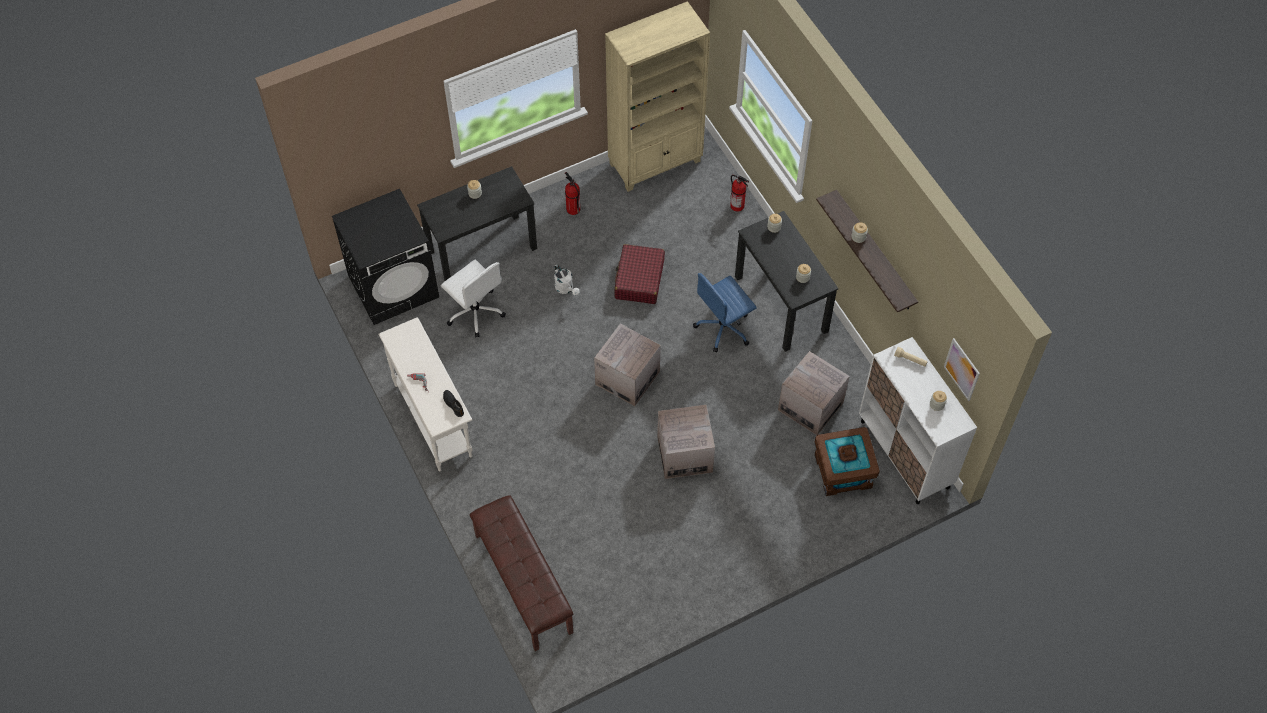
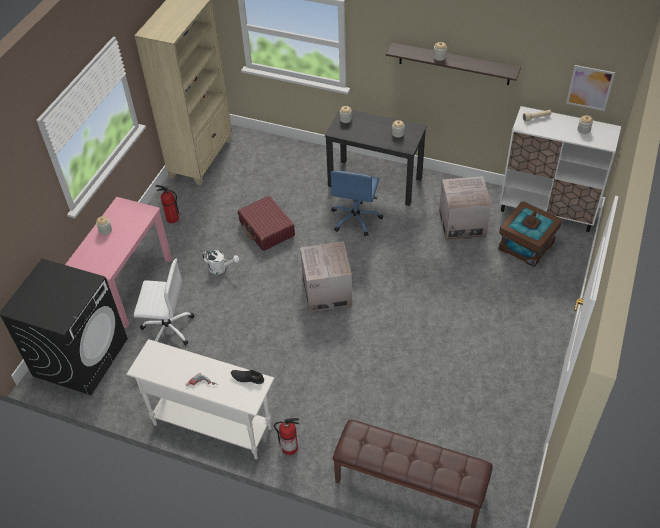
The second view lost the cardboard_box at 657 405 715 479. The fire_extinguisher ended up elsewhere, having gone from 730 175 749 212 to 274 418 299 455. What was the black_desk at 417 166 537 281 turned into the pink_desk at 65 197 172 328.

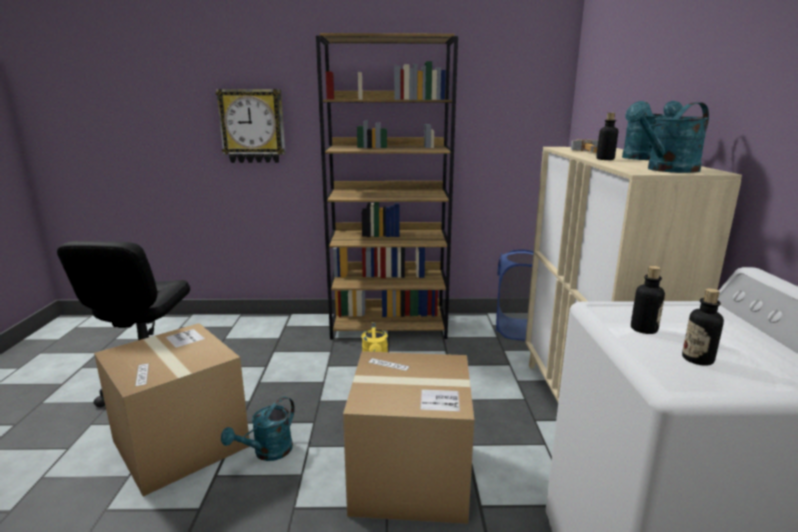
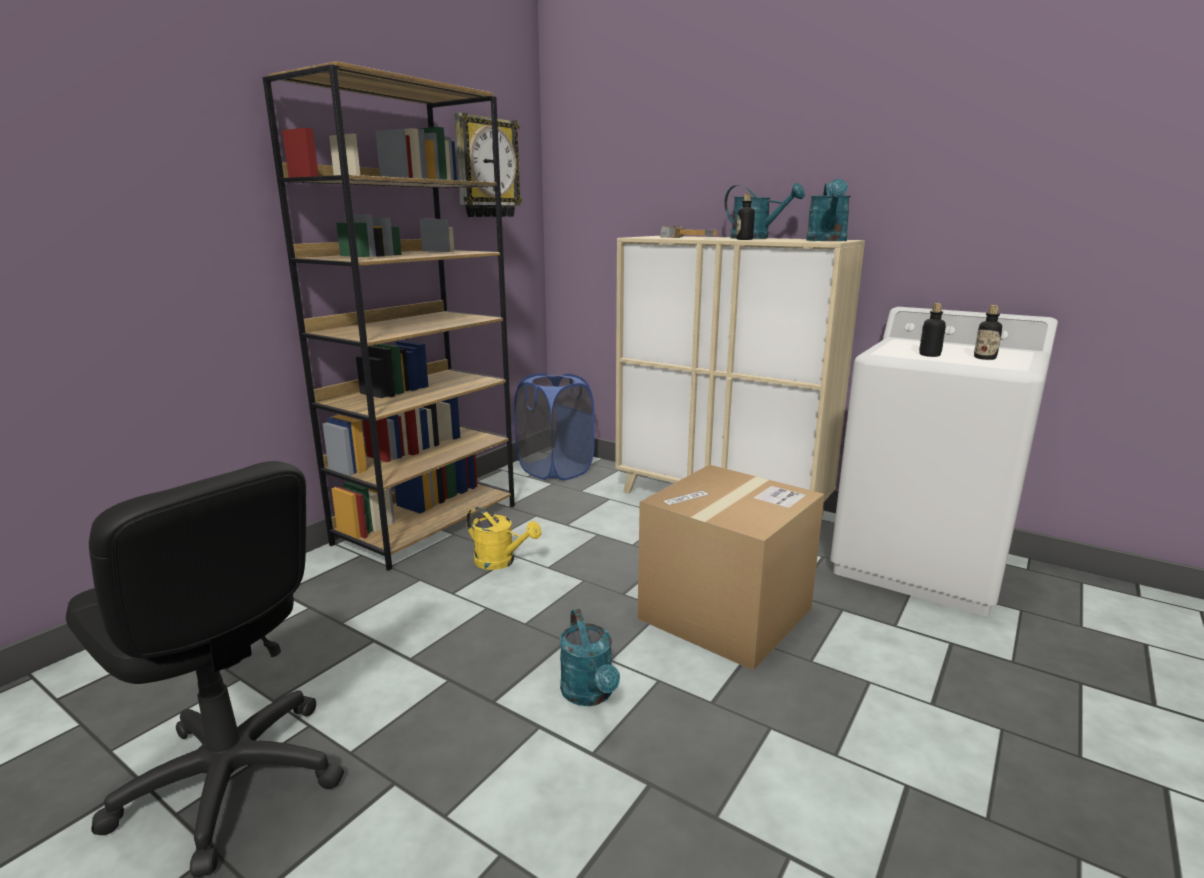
The second view lost the cardboard_box at 94 323 250 497. The wall_clock ended up elsewhere, having gone from 216 89 285 163 to 454 112 522 217.

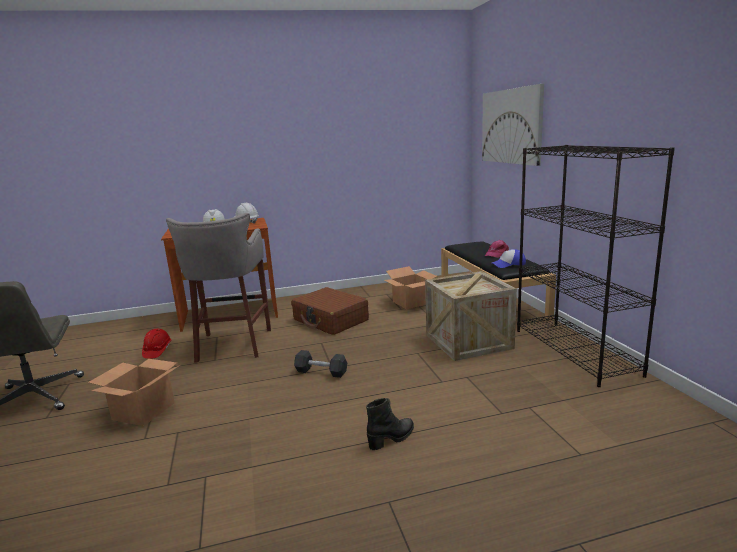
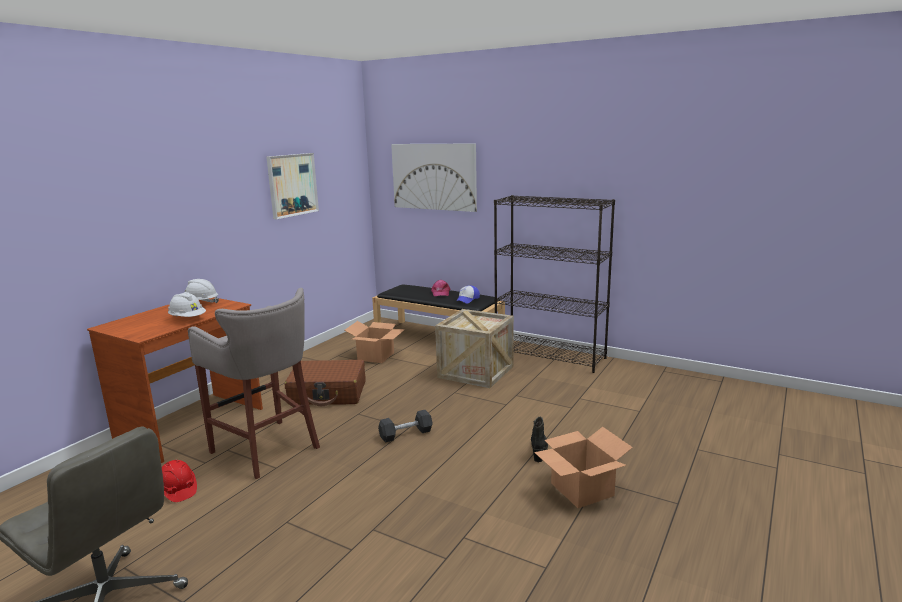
The second view gained the picture at 266 153 319 219. The cardboard_box ended up elsewhere, having gone from 88 359 180 426 to 534 427 633 508.

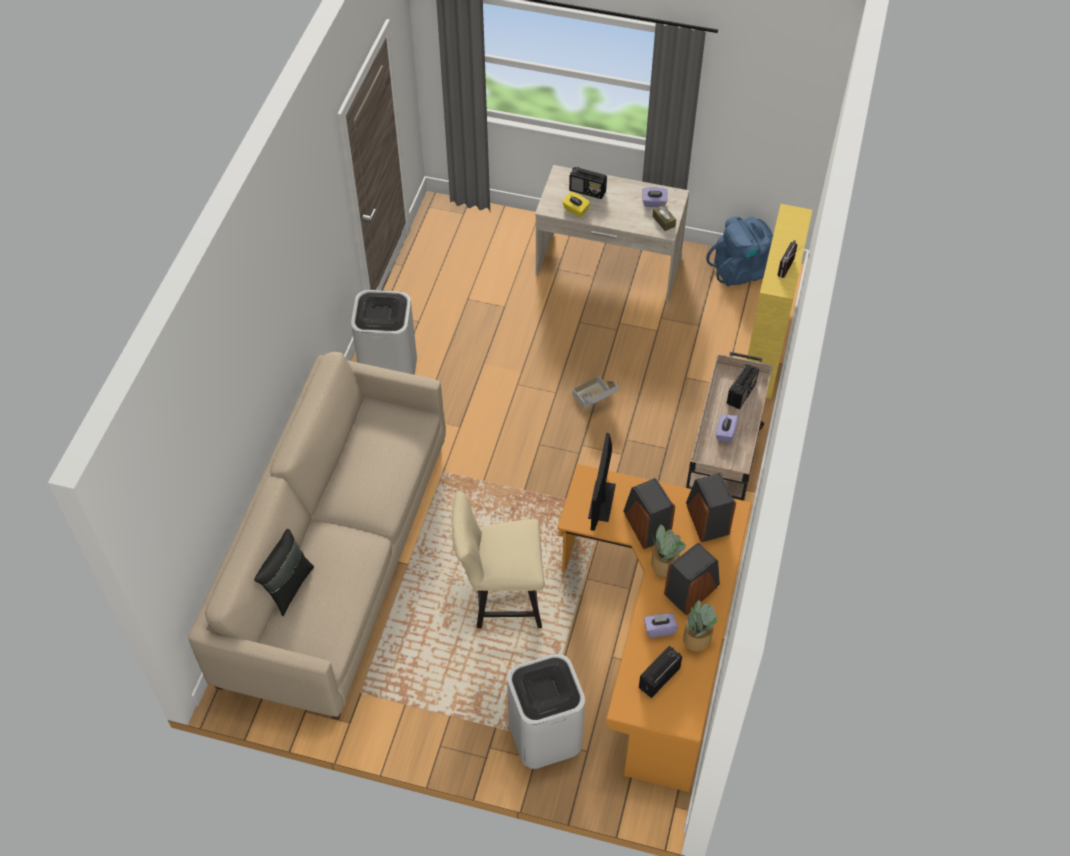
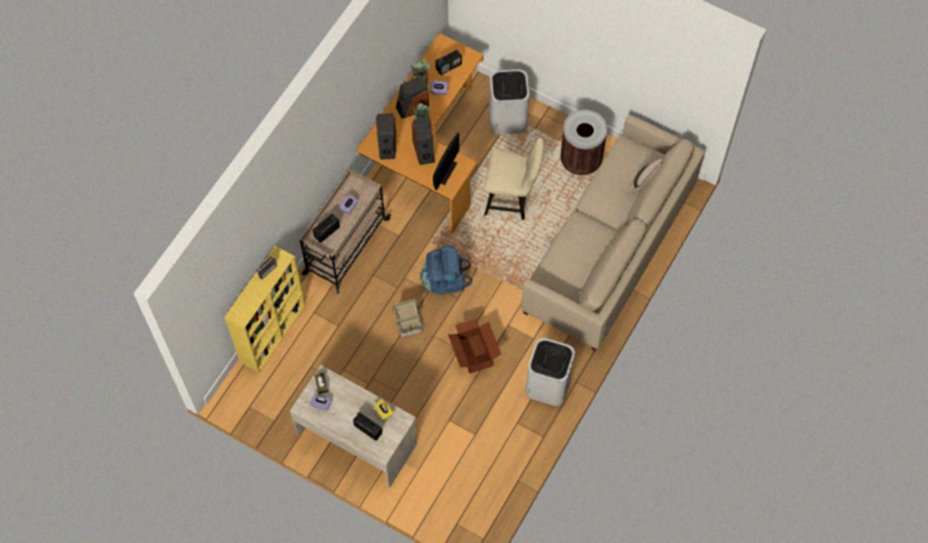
The second view gained the cardboard_box at 448 319 501 373. The second view gained the brown_trash_can at 560 109 607 175. The blue_backpack ended up elsewhere, having gone from 706 216 773 287 to 420 245 472 295. What was the black_pillow at 254 529 314 616 turned into the beige_pillow at 626 158 664 195.

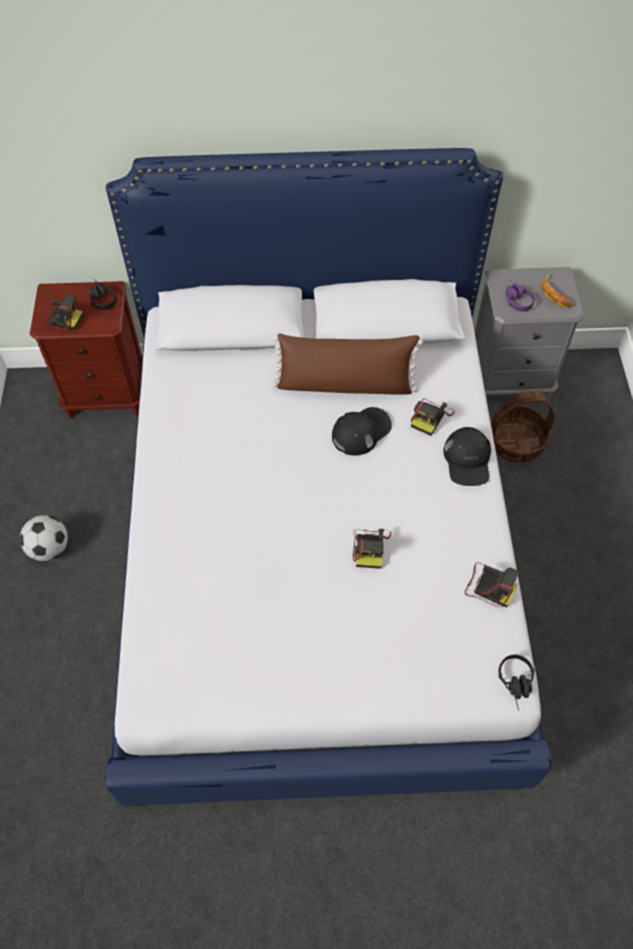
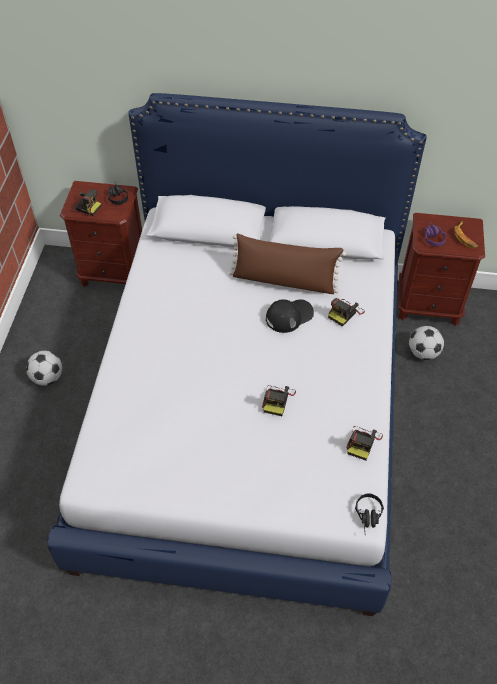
The second view lost the black_cap at 444 427 491 486. Where the basket stood at 491 391 554 463, the football came to stand at 409 326 444 360. What was the grey_nightstand at 475 267 585 400 turned into the brown_nightstand at 398 213 485 326. The photo_camera at 465 563 519 608 ended up facing another way, 75 degrees clockwise from before.

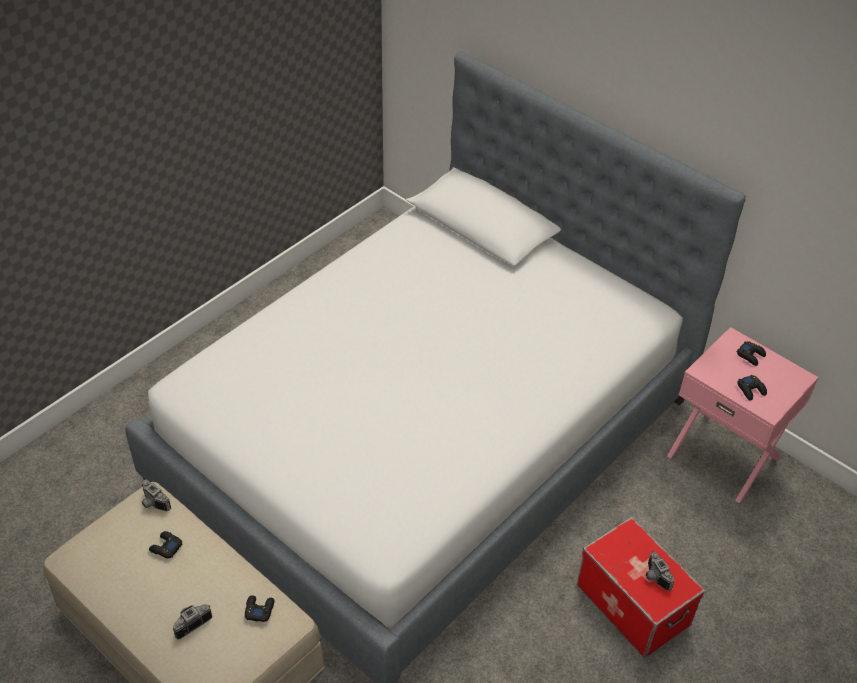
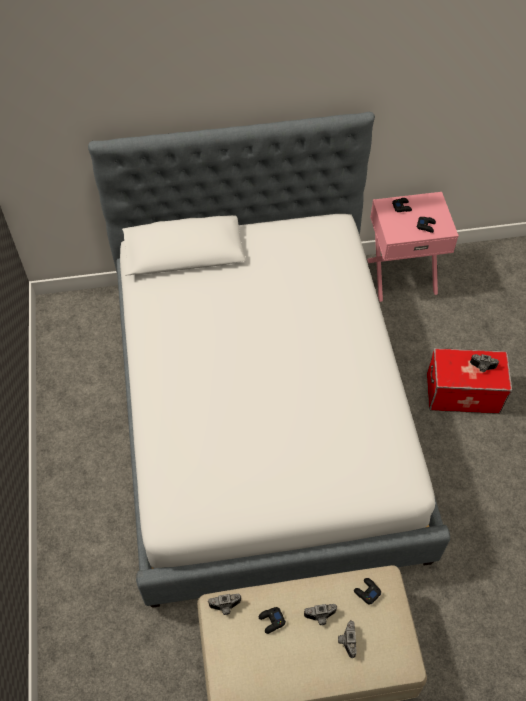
The second view gained the photo_camera at 304 604 338 625.

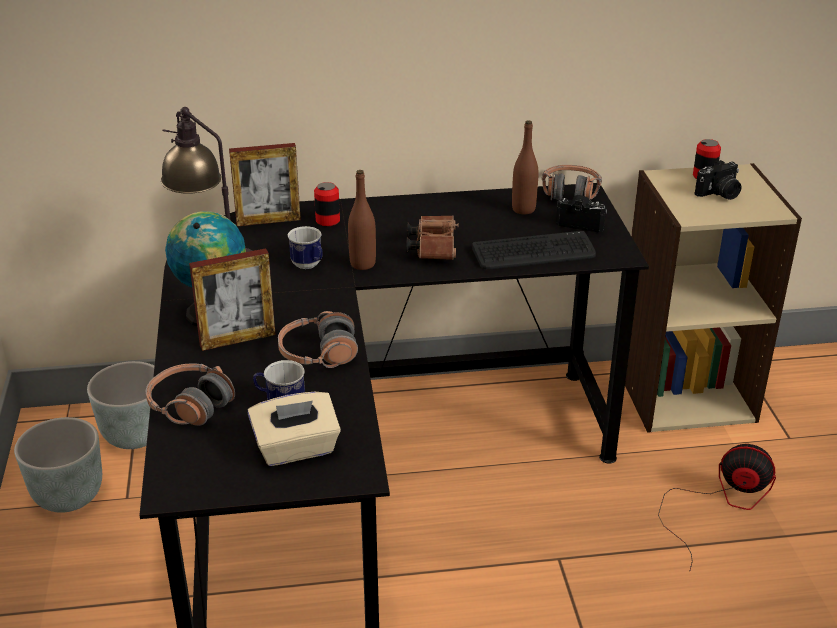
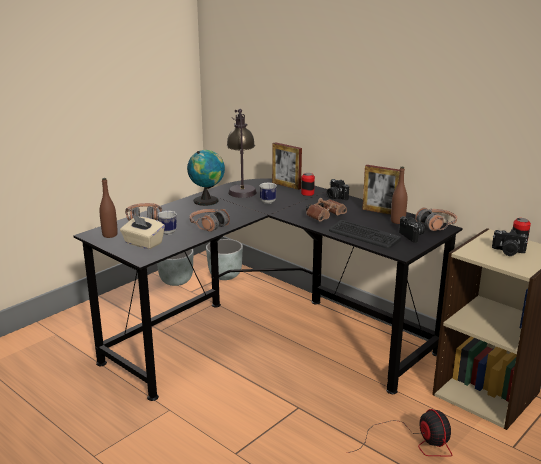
The second view gained the photo_camera at 327 179 349 200. The picture_frame ended up elsewhere, having gone from 189 248 276 351 to 362 165 400 215. The brown_bottle ended up elsewhere, having gone from 348 170 376 270 to 99 178 118 238.

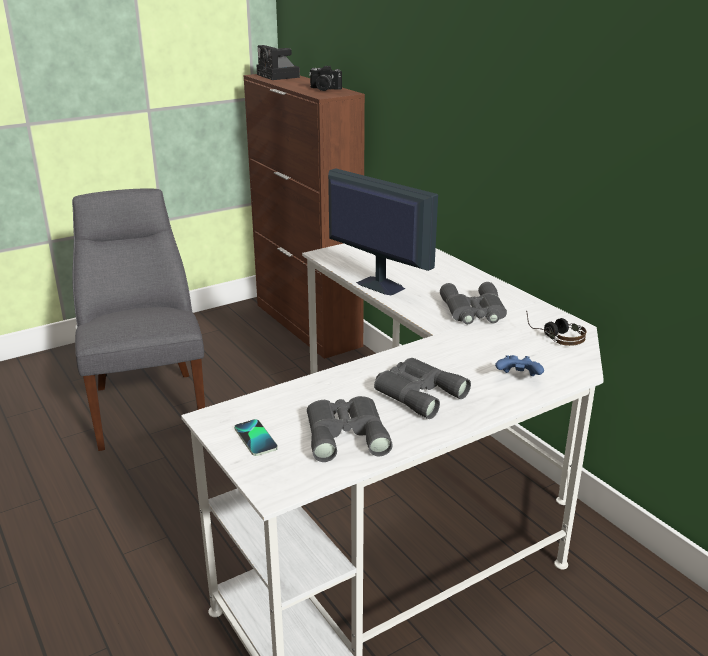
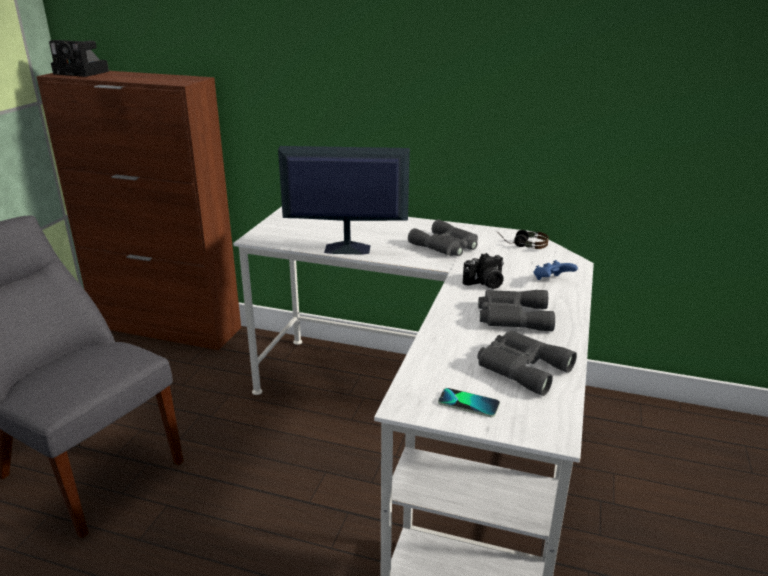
The photo_camera ended up elsewhere, having gone from 309 65 342 91 to 463 253 504 289.

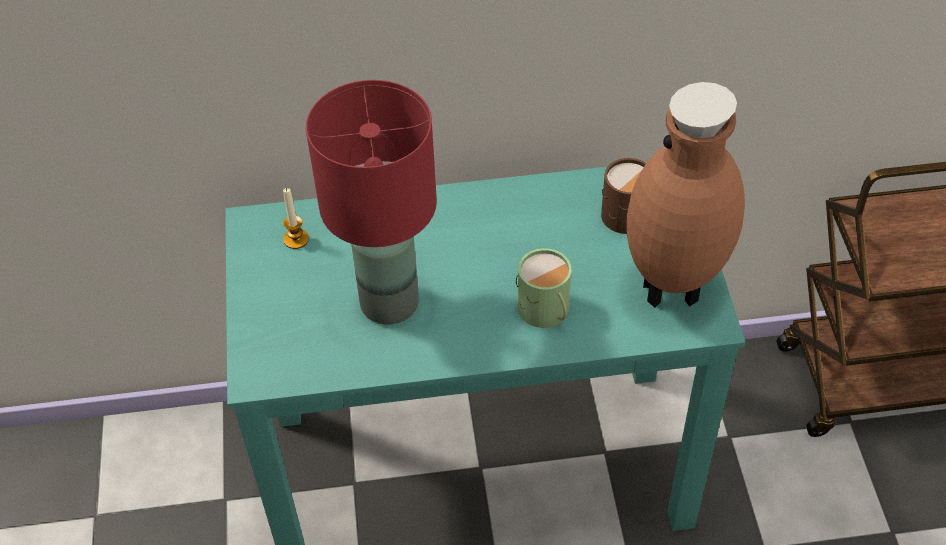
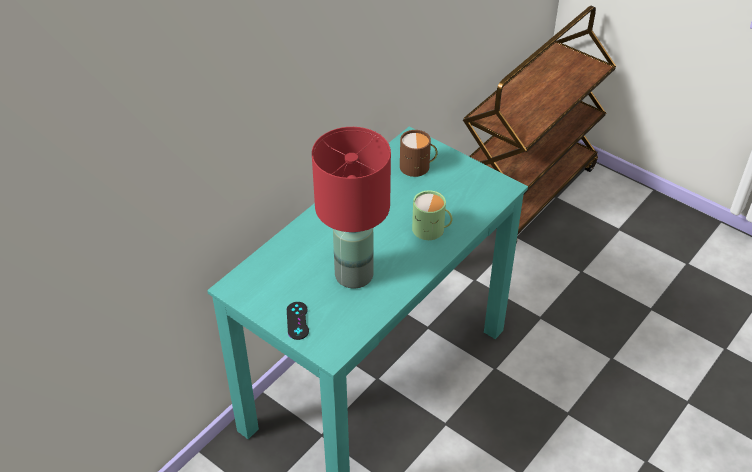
The second view lost the candle at 283 188 309 249. The second view lost the brown_vase at 627 82 745 308. The second view gained the black_game_controller at 287 302 309 340.

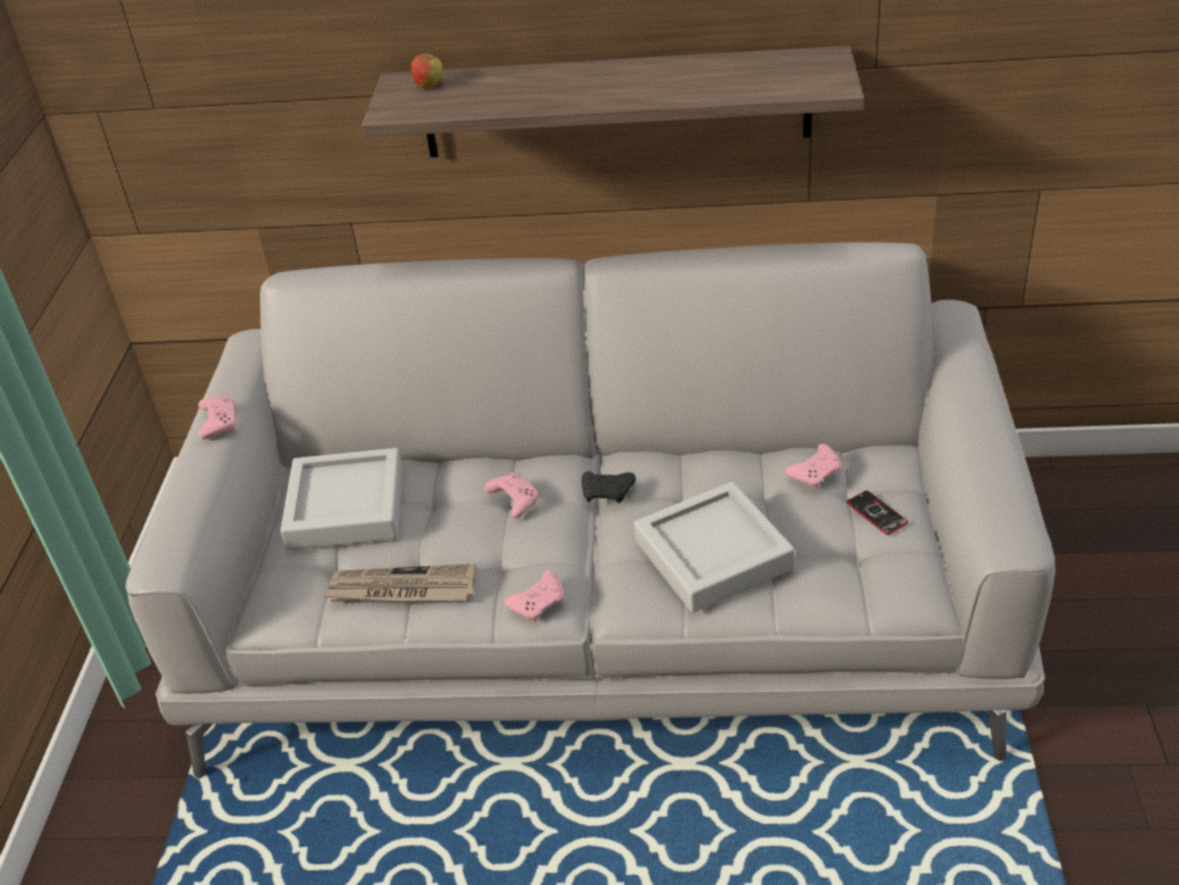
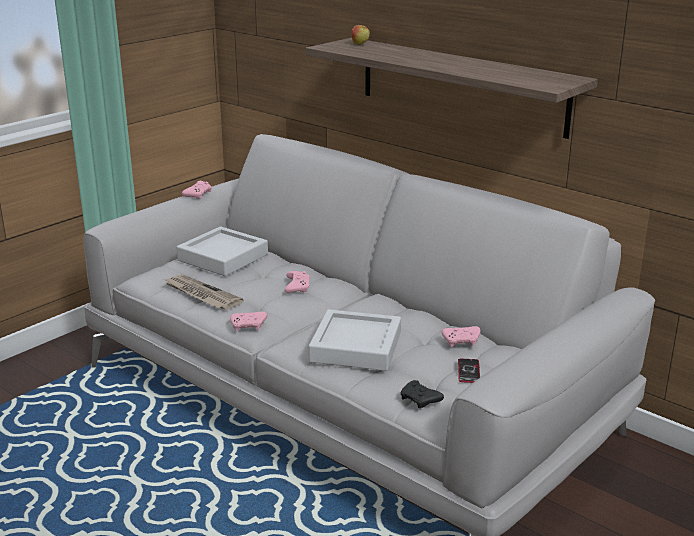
The black_game_controller ended up elsewhere, having gone from 581 471 636 503 to 400 380 444 408.

